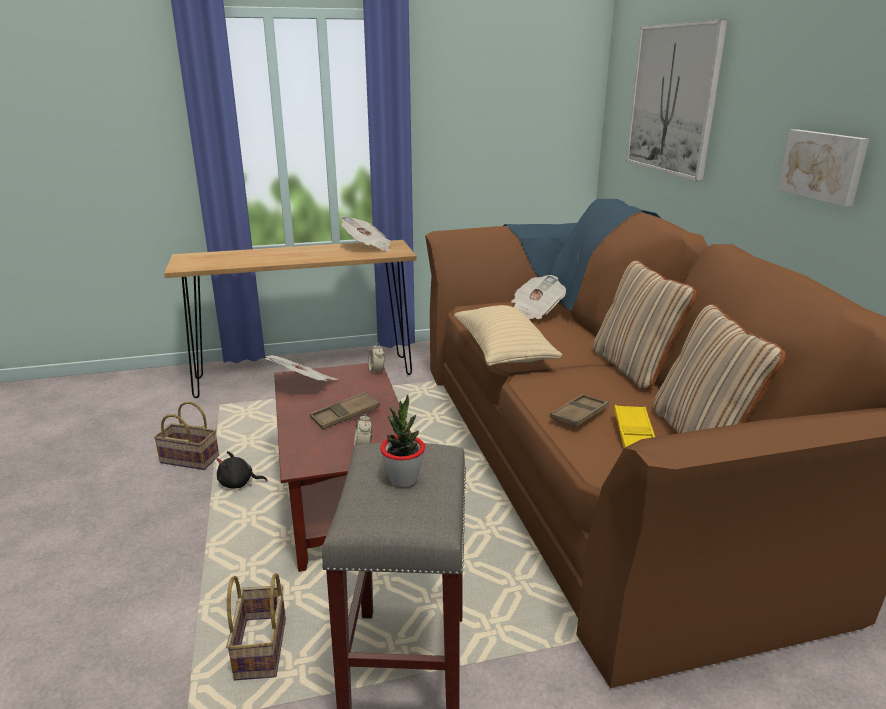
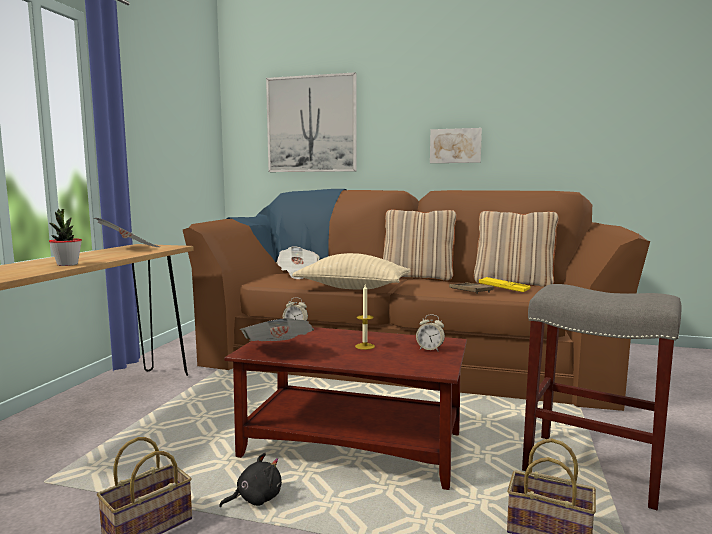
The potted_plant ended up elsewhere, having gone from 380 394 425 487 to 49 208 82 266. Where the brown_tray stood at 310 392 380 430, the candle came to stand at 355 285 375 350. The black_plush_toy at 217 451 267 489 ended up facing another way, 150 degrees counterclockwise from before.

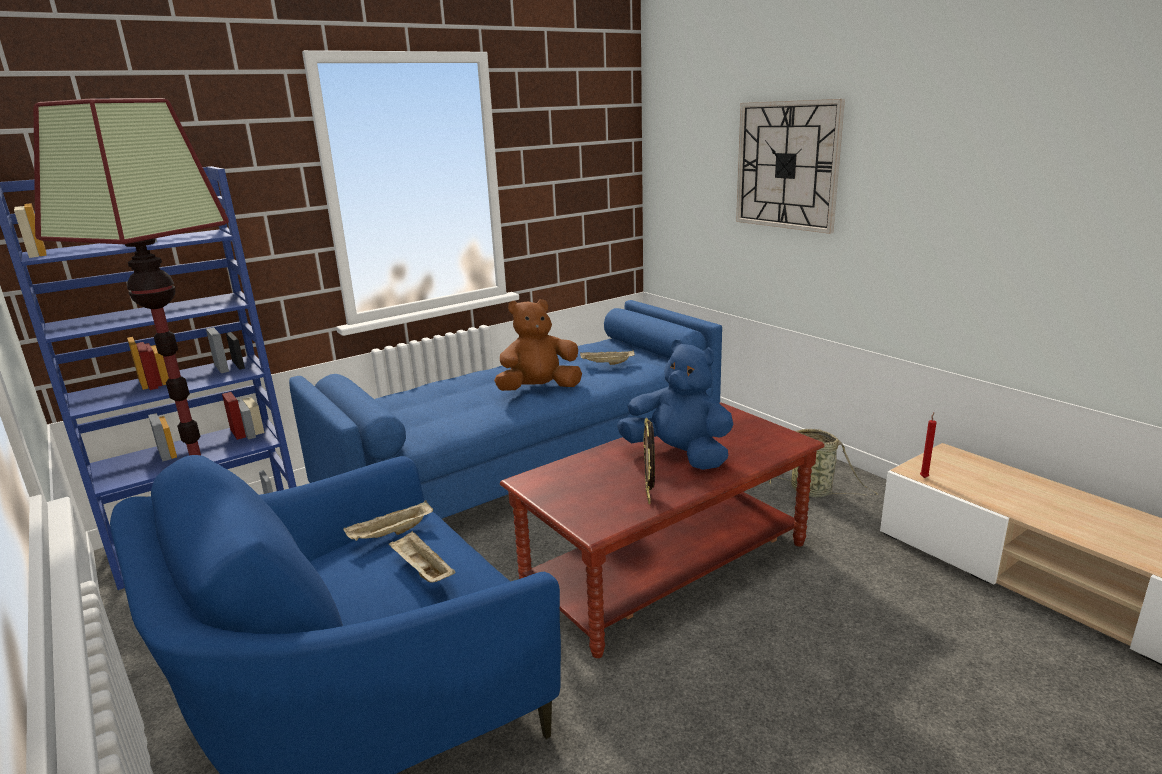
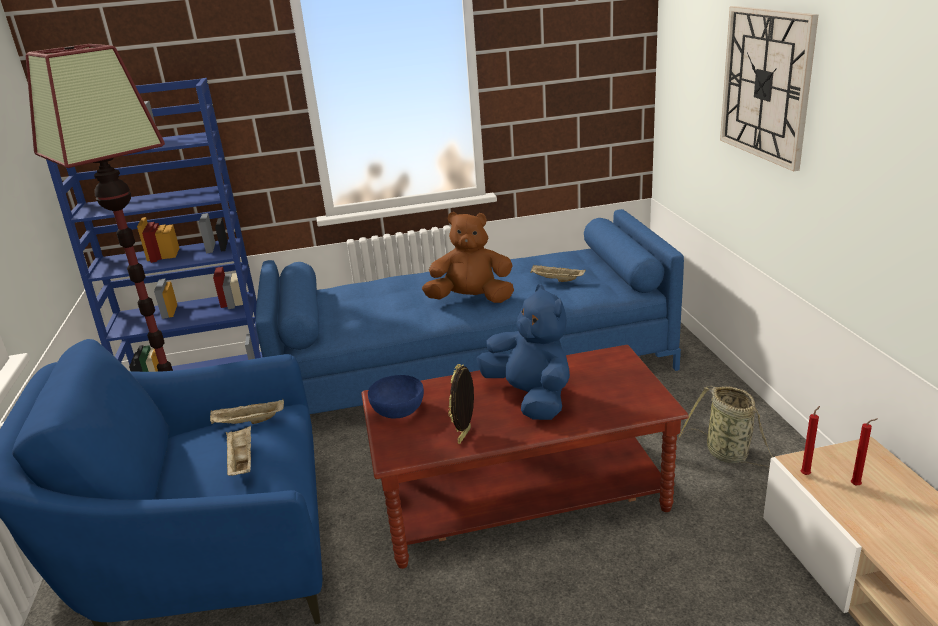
The second view gained the blue_bowl at 368 375 424 418. The second view gained the red_candle at 851 418 878 486.

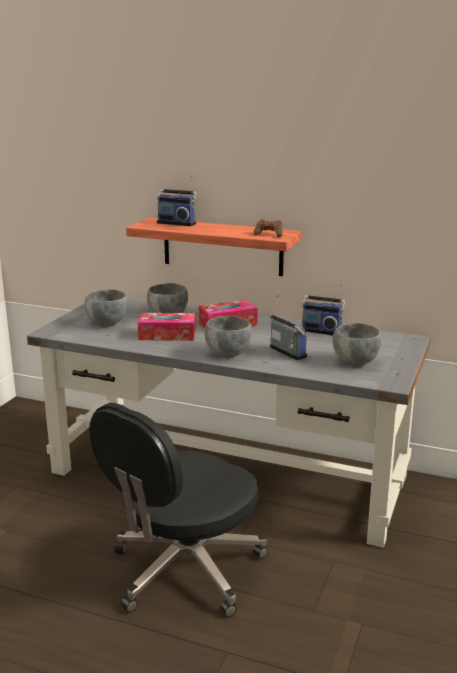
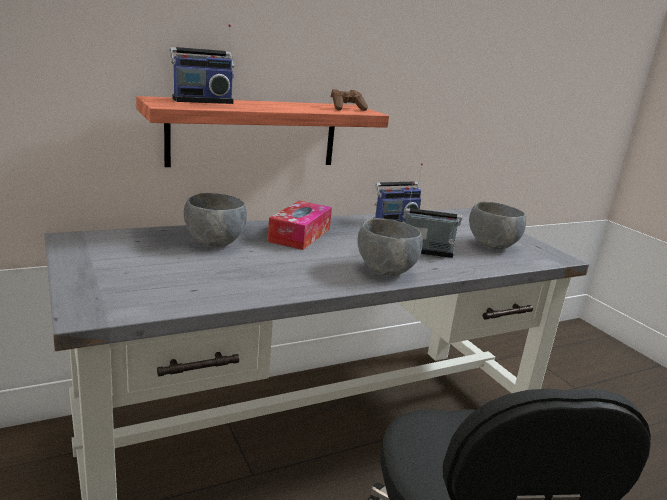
The second view lost the grey_bowl at 85 289 128 327. The second view lost the tissue_box at 138 313 195 341.

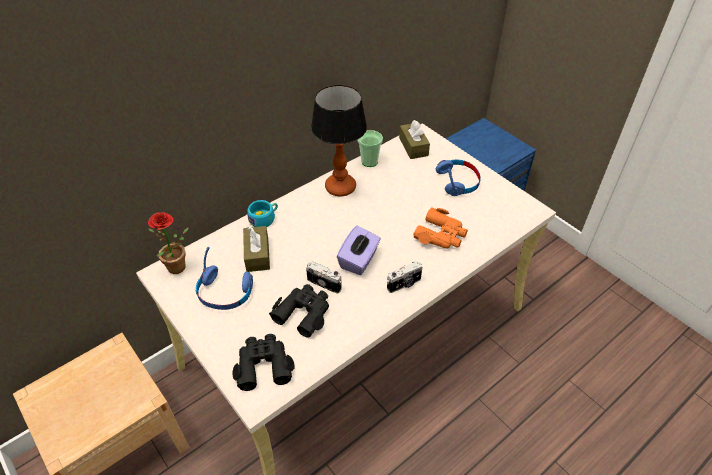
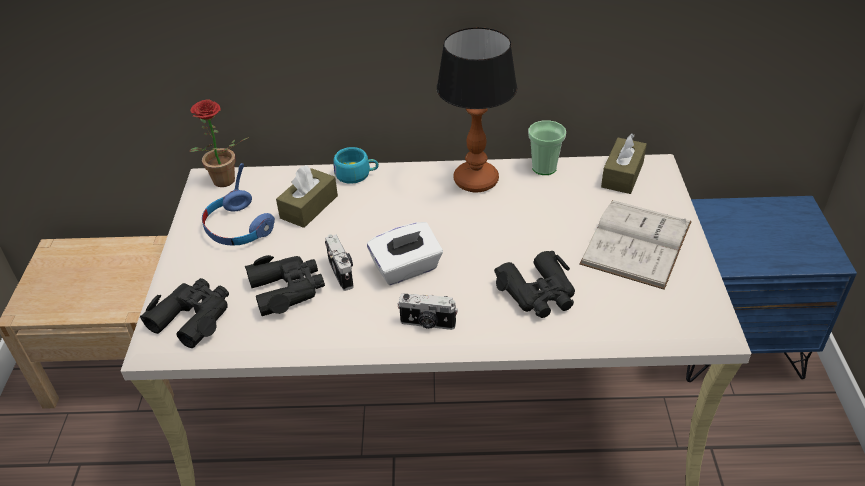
Where the blue_headphones stood at 436 160 481 196, the white_book came to stand at 580 200 692 290. What was the purple_tissue_box at 337 225 381 275 turned into the white_tissue_box at 367 222 443 285. What was the orange_binoculars at 413 207 468 249 turned into the black_binoculars at 494 251 575 318.

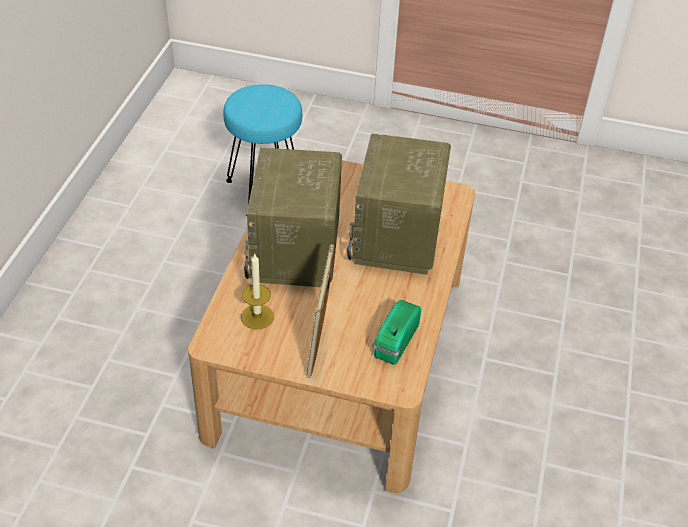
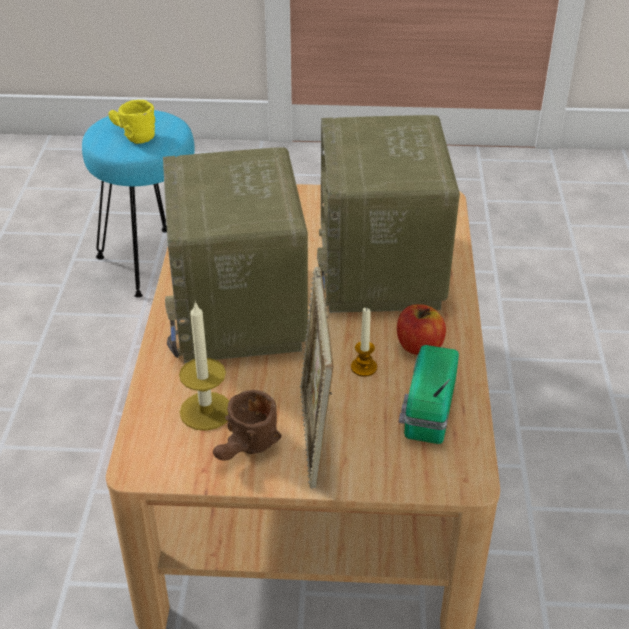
The second view gained the yellow_mug at 108 100 155 144. The second view gained the brown_mug at 213 390 282 461. The second view gained the candle at 351 307 377 377. The second view gained the apple at 397 304 446 355.

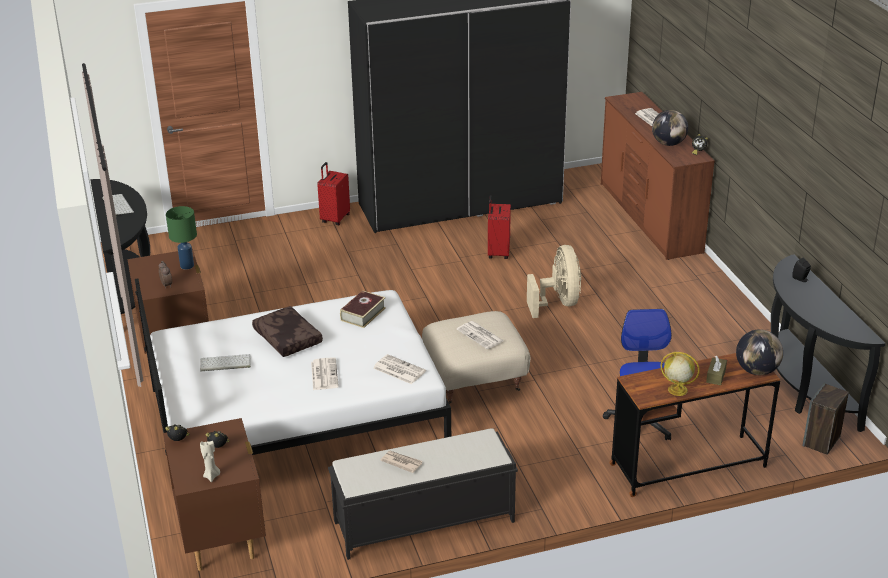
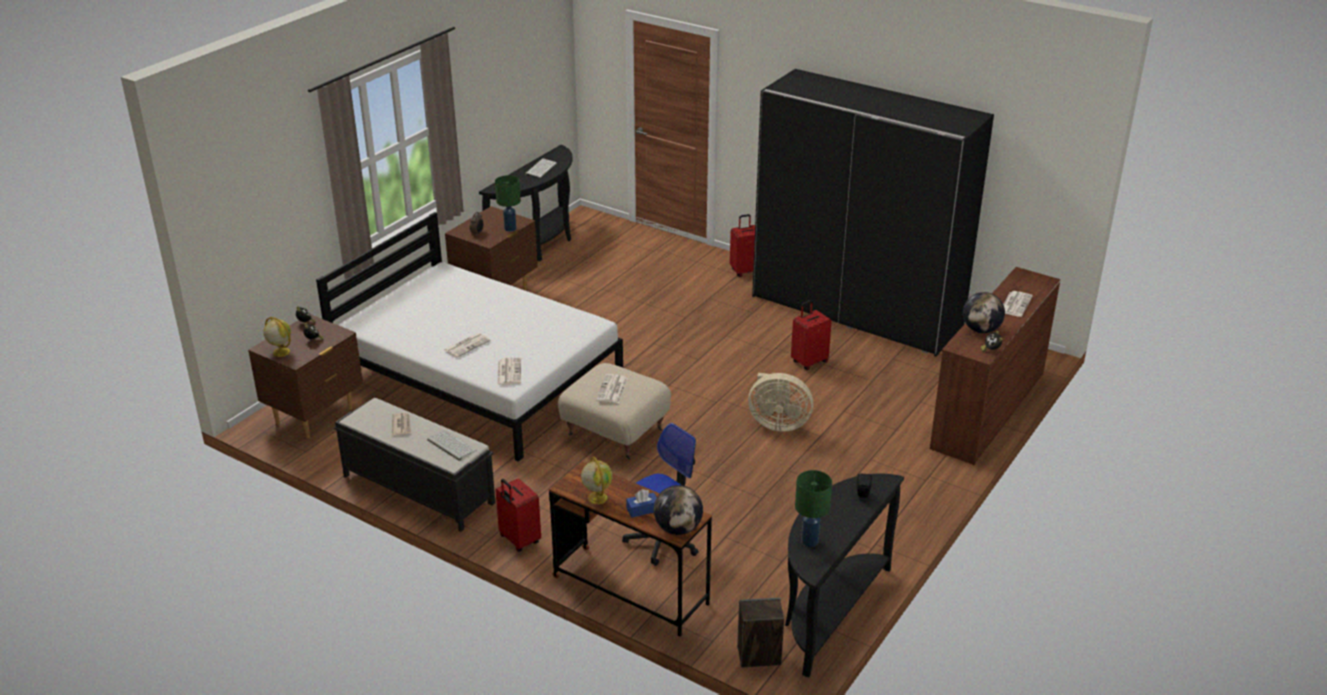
The second view lost the brown_pillow at 252 306 323 357. The second view lost the book at 340 290 386 328. The second view gained the red_suitcase at 495 478 541 552. The second view gained the green_table_lamp at 795 470 832 547. The keyboard ended up elsewhere, having gone from 200 354 251 372 to 427 430 477 461. Where the beige_candle stood at 200 441 220 482, the globe came to stand at 264 317 291 357. What was the brown_tissue_box at 706 356 727 385 turned into the blue_tissue_box at 626 489 657 518. The beige_fan at 527 245 582 318 ended up facing another way, 60 degrees clockwise from before.

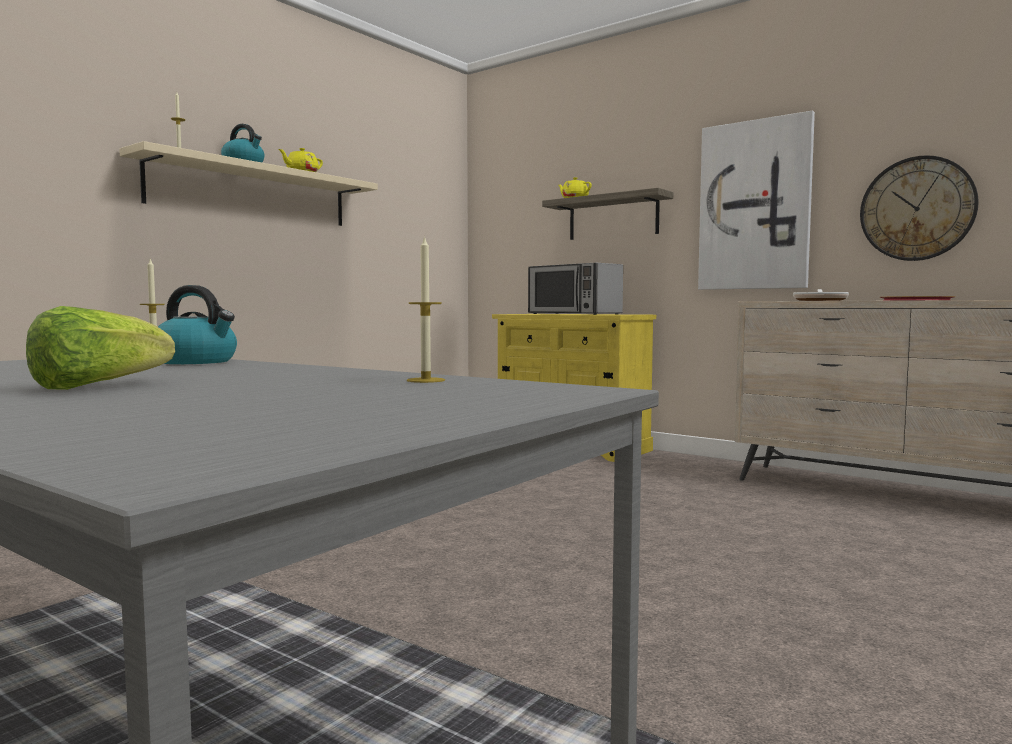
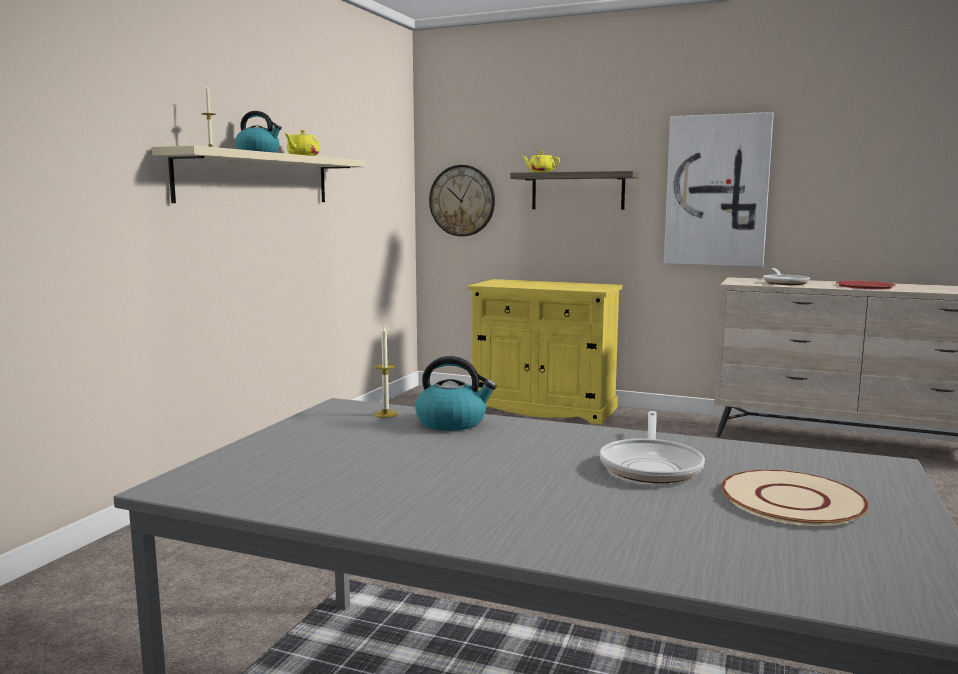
The second view lost the lettuce at 26 306 175 390. The second view lost the candle at 407 235 445 383. The second view lost the microwave at 528 263 623 315. The second view gained the frying_pan at 600 411 705 483. The second view gained the beige_plate at 721 470 869 526. The wall_clock ended up elsewhere, having gone from 860 155 979 261 to 429 165 495 237.

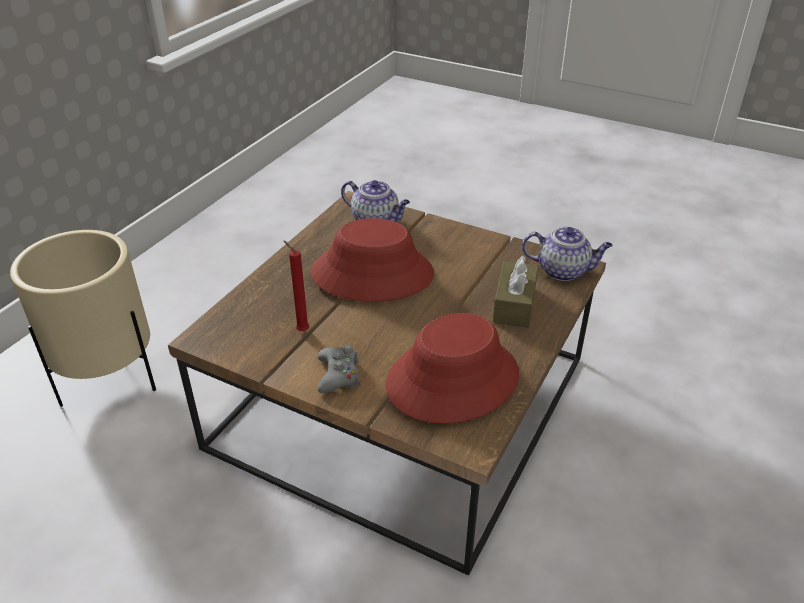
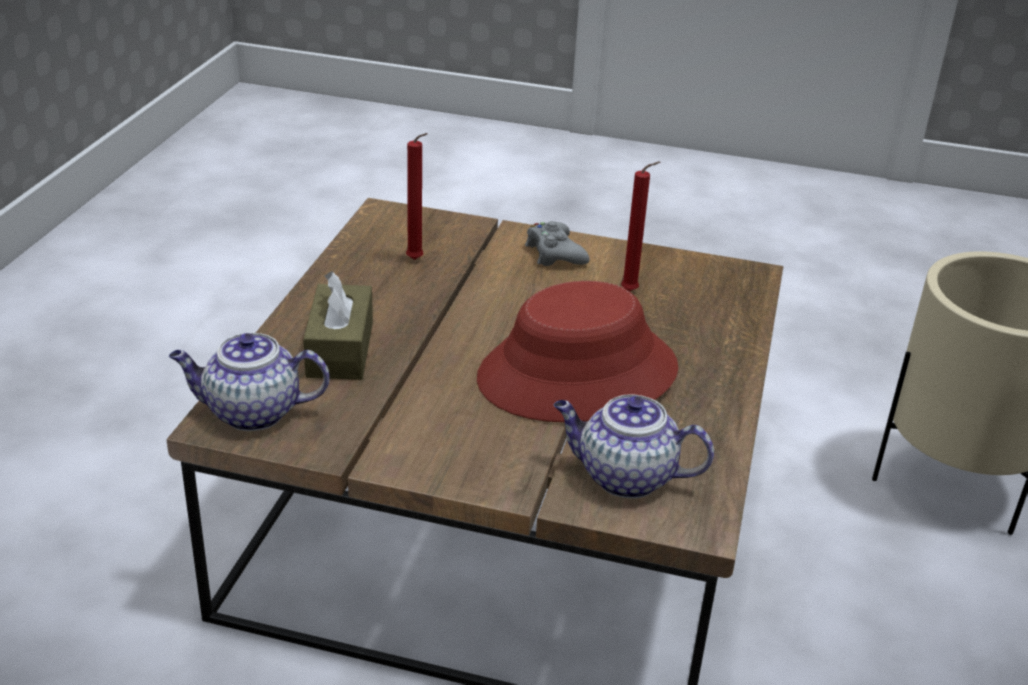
Where the red_hat stood at 386 313 519 423, the red_candle came to stand at 406 133 428 260.

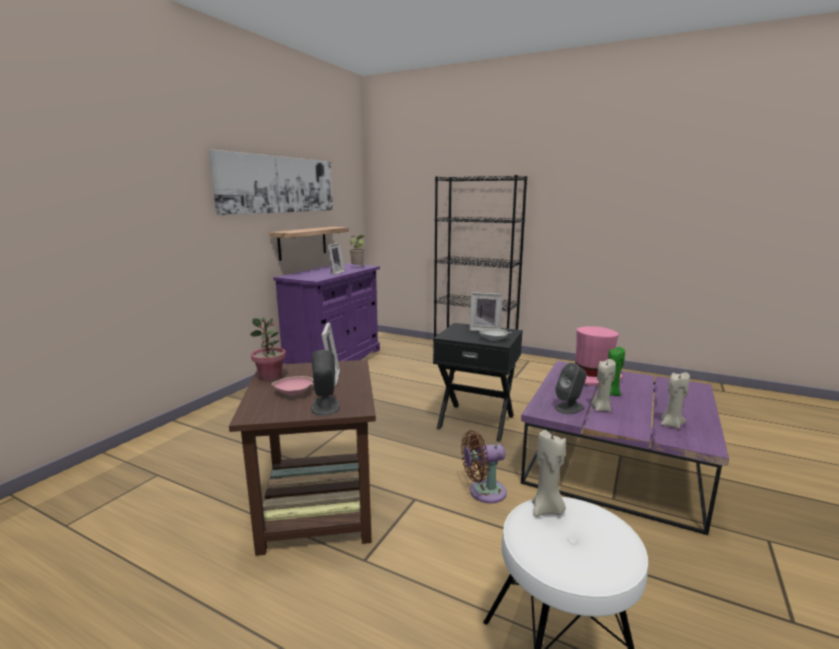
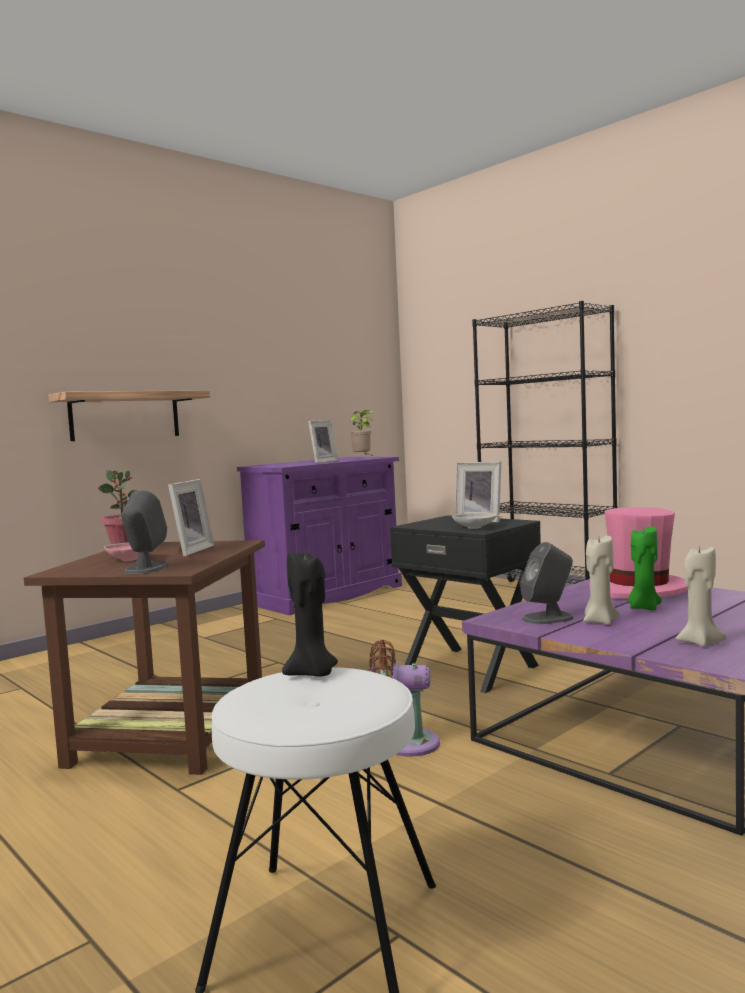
The second view lost the picture at 208 150 333 215. The shelf ended up elsewhere, having gone from 269 227 349 261 to 48 390 210 441. What was the beige_candle at 532 430 566 517 turned into the black_candle at 282 550 338 677.

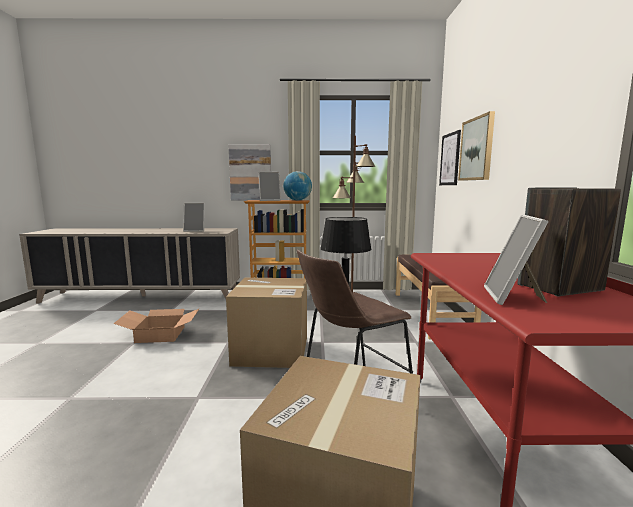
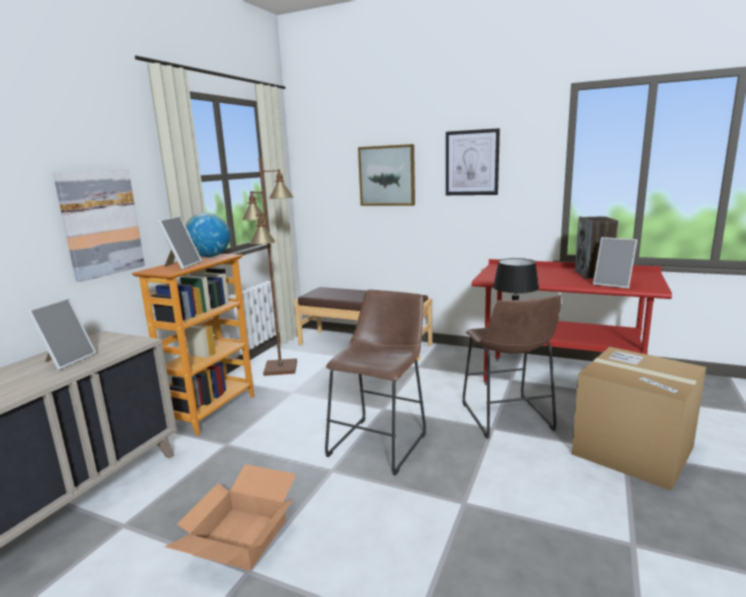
The picture ended up elsewhere, having gone from 439 130 461 185 to 446 128 500 195. Where the cardboard_box stood at 226 278 307 368, the brown_stool came to stand at 325 290 426 476.

